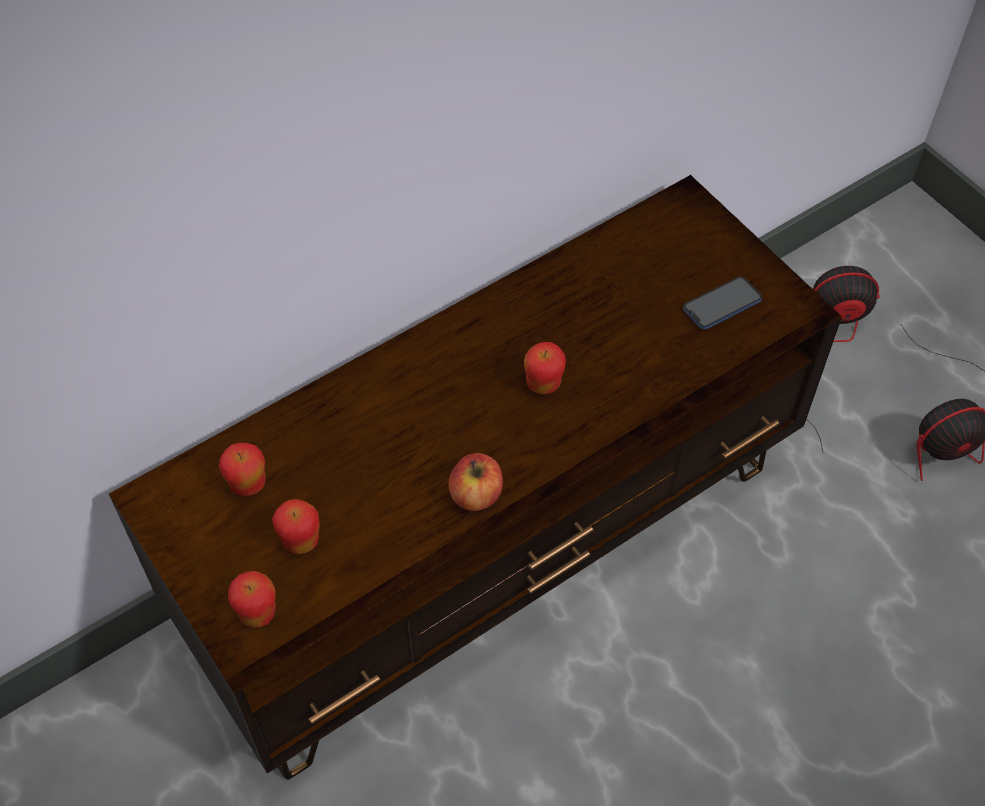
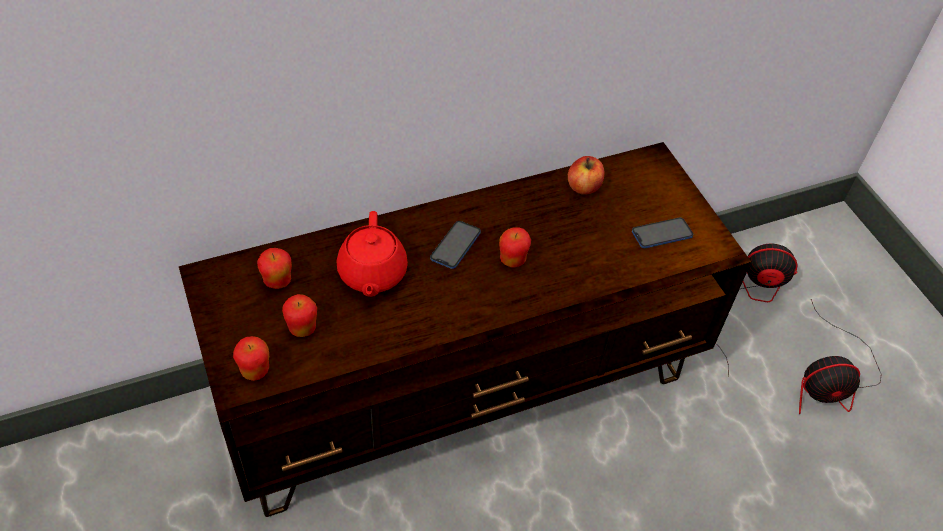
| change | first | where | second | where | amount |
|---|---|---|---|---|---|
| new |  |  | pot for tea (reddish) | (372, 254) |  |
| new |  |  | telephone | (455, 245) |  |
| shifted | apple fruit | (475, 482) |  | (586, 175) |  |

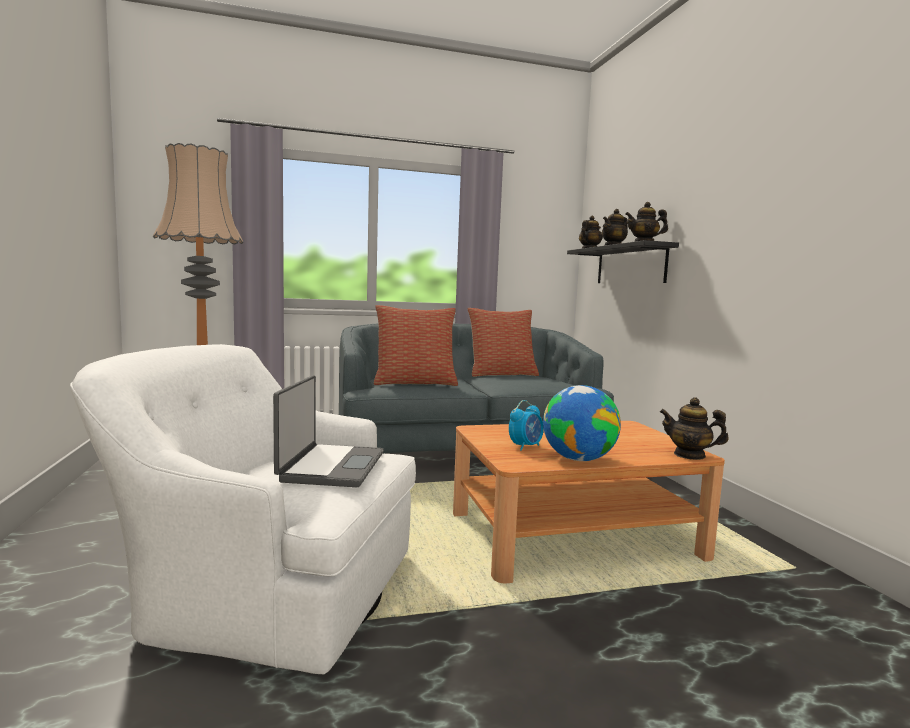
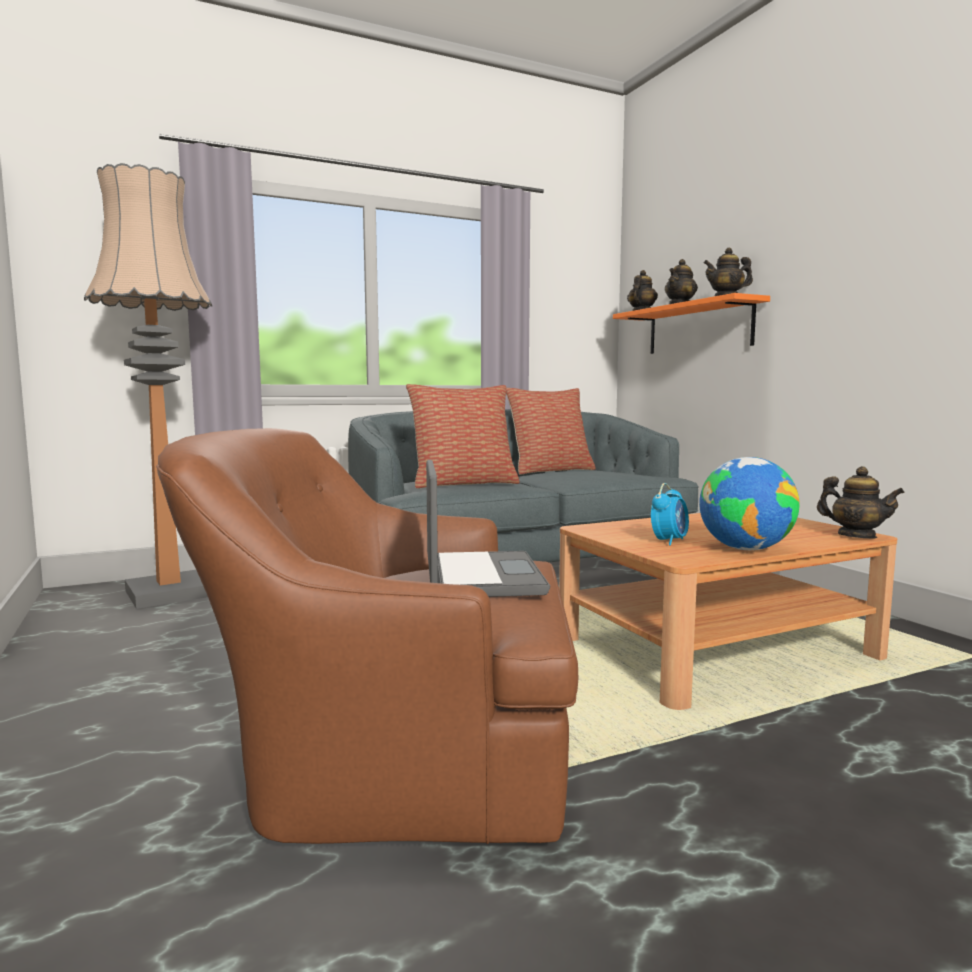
| change | first | where | second | where | amount |
|---|---|---|---|---|---|
| repainted | armchair (white) | (243, 509) | armchair (brownish) | (367, 636) |  |
| repainted | bracket shelf (blackish) | (623, 261) | bracket shelf (orange-coloured) | (691, 323) |  |
| rotated | pot for tea | (694, 428) |  | (860, 502) | 150 degrees counterclockwise |

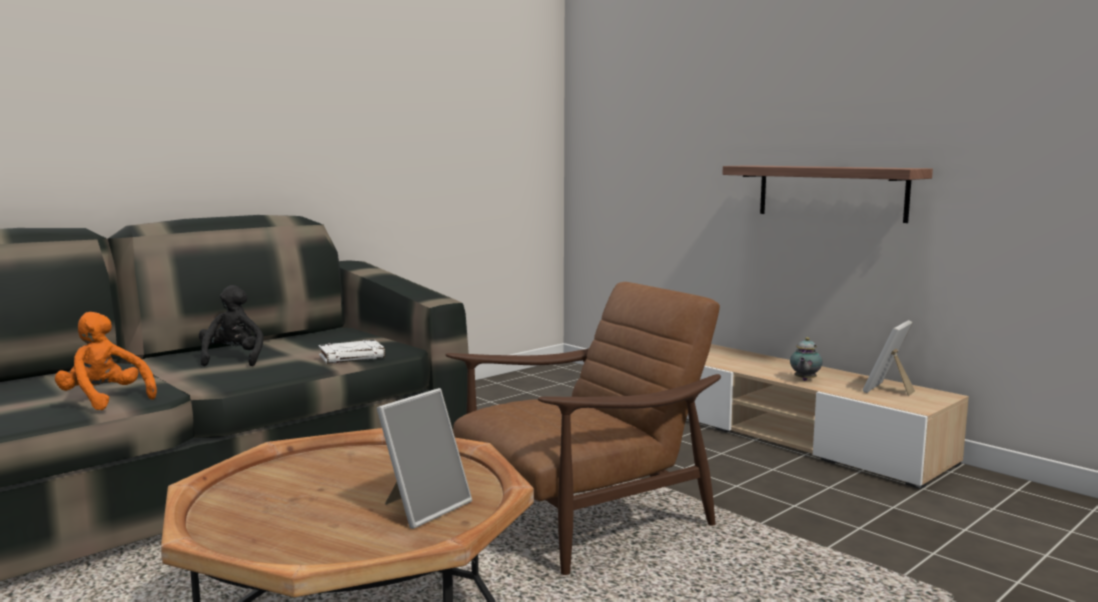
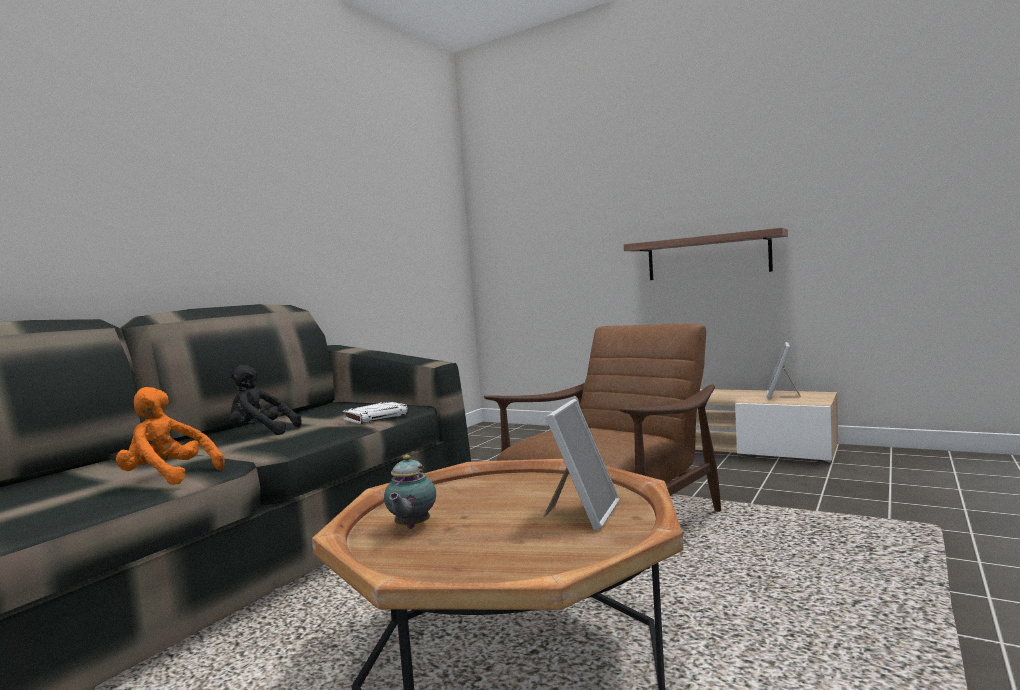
| change | first | where | second | where | amount |
|---|---|---|---|---|---|
| shifted | pot for tea | (806, 359) |  | (410, 492) |  |
| rotated | cuddly toy (blackish) | (231, 325) |  | (266, 400) | 60 degrees counterclockwise |

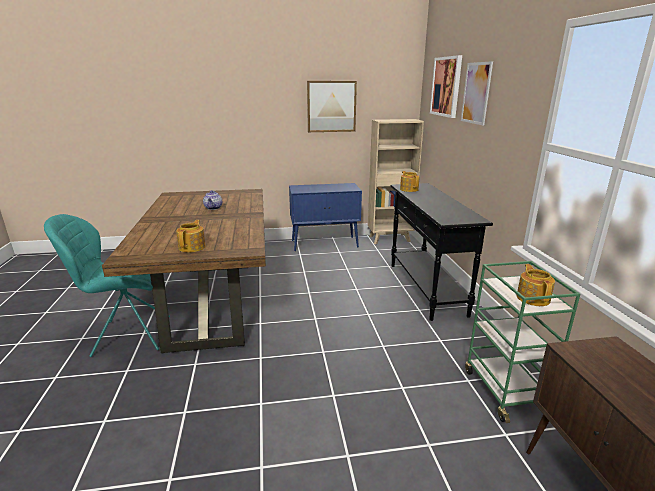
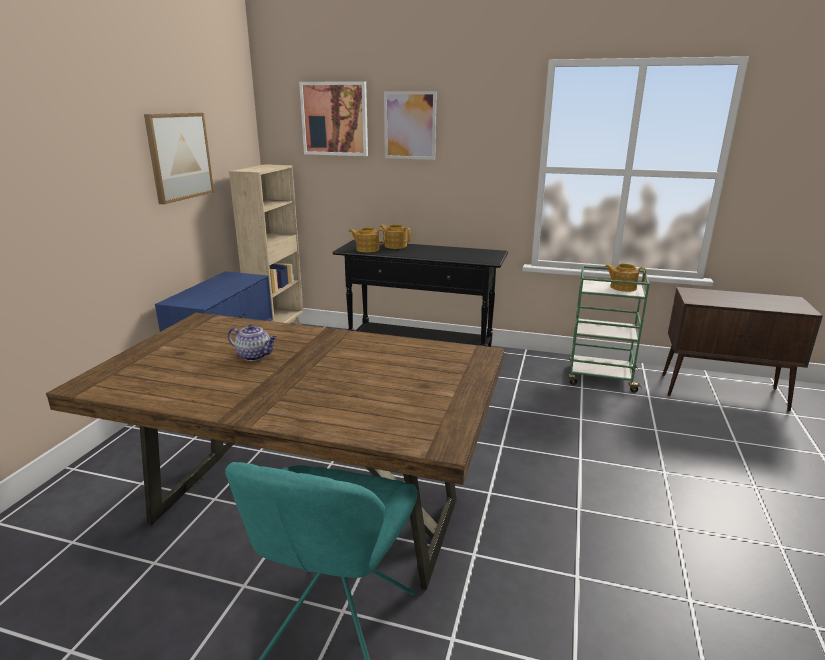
| change | first | where | second | where | amount |
|---|---|---|---|---|---|
| shifted | pot for tea | (191, 236) |  | (395, 236) |  |

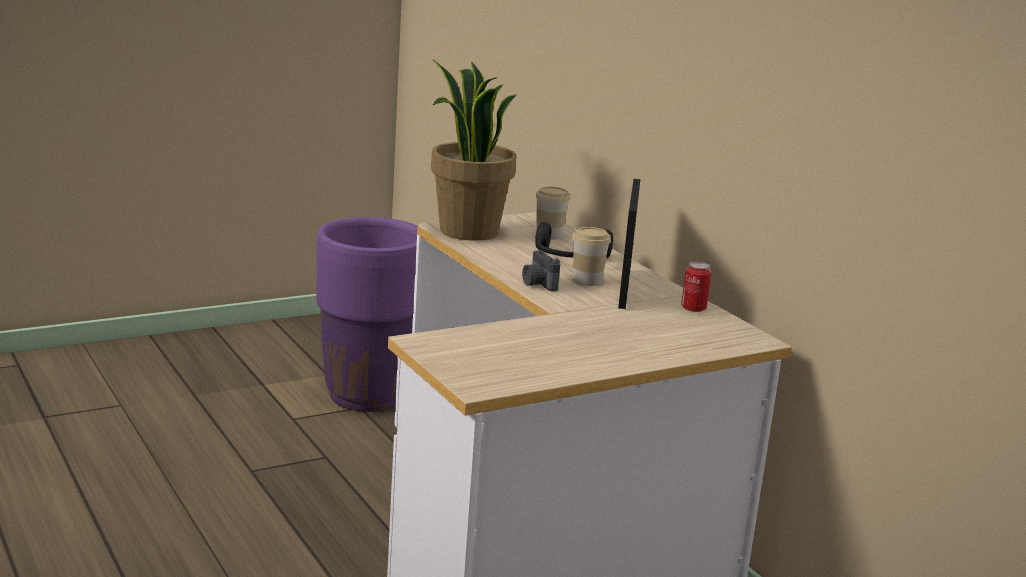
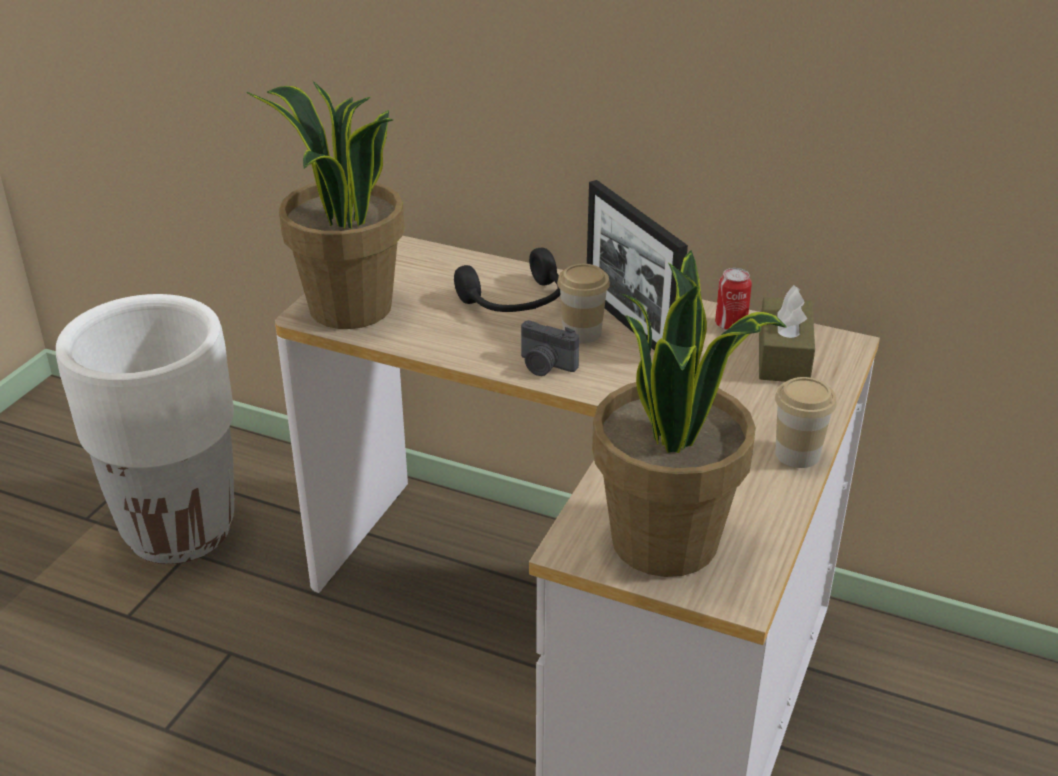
| change | first | where | second | where | amount |
|---|---|---|---|---|---|
| new |  |  | houseplant | (689, 413) |  |
| new |  |  | box of tissues (brownish) | (787, 333) |  |
| shifted | drinking cup | (553, 213) |  | (806, 422) |  |
| repainted | flower pot (purple) | (367, 314) | flower pot (white) | (145, 429) |  |

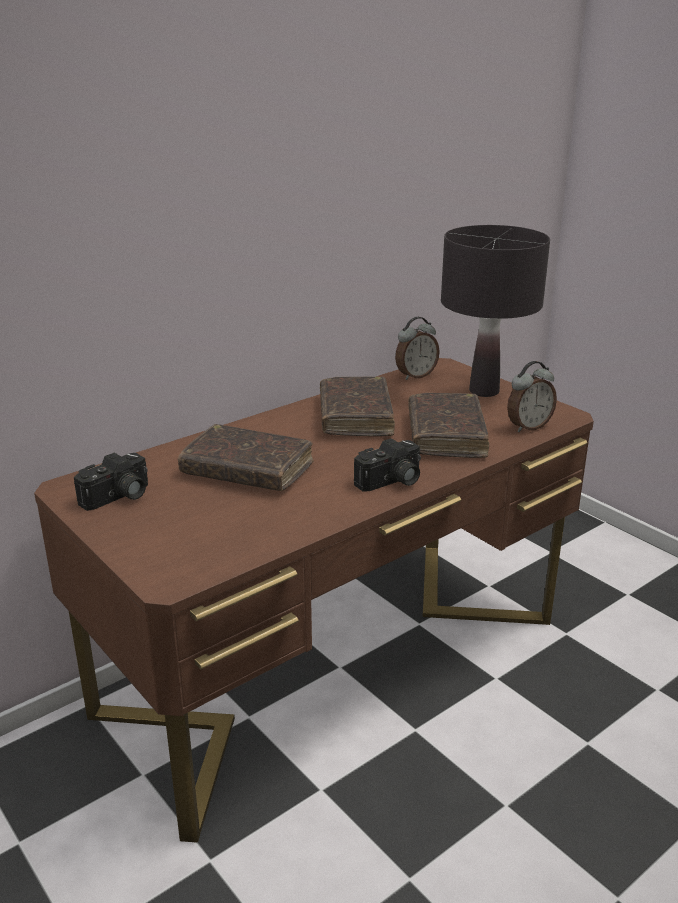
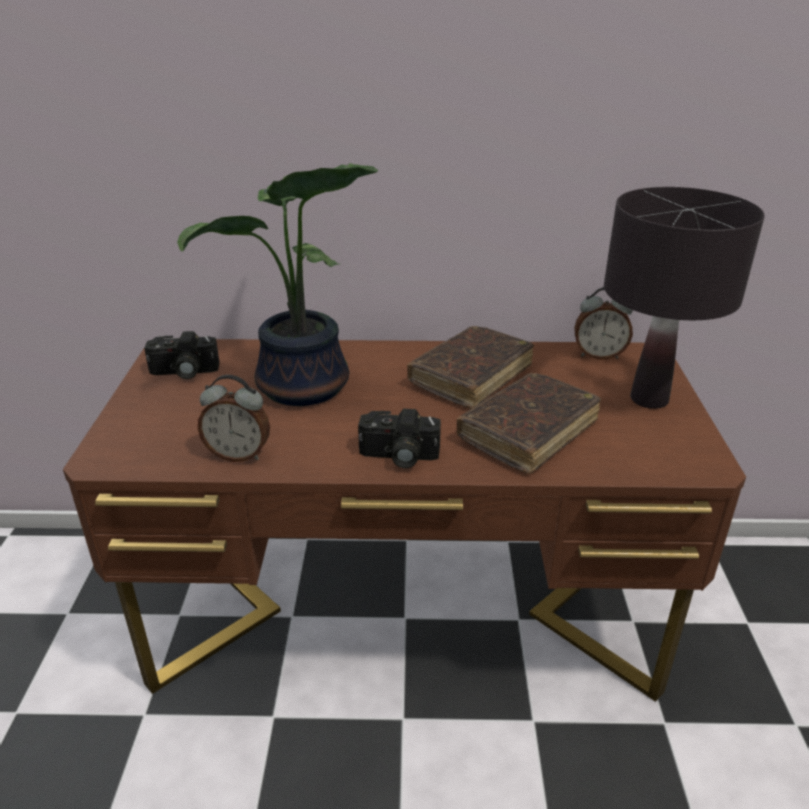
| change | first | where | second | where | amount |
|---|---|---|---|---|---|
| shifted | bedside clock | (532, 396) |  | (234, 418) |  |
| swapped | bound book (brownish) | (246, 457) | houseplant | (277, 284) |  |

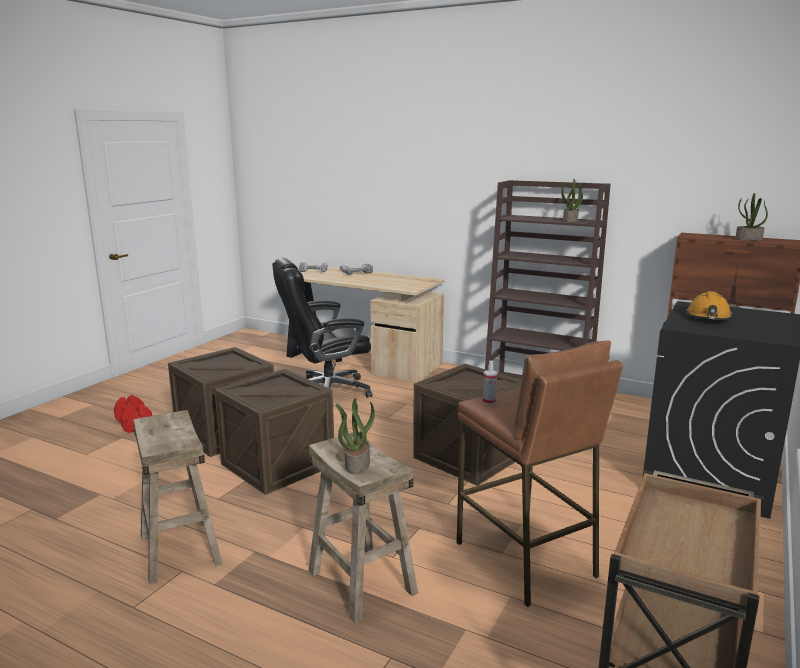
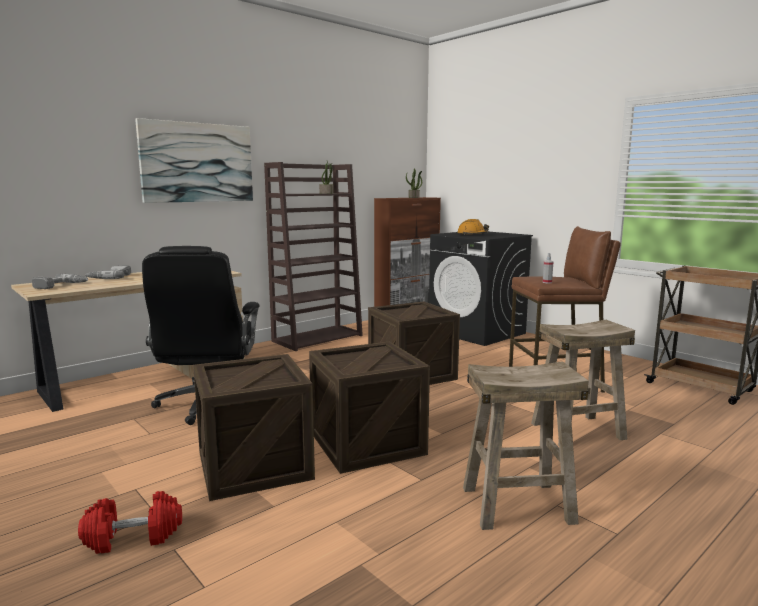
| change | first | where | second | where | amount |
|---|---|---|---|---|---|
| gone | houseplant | (355, 436) |  |  |  |
| new |  |  | wall picture | (194, 160) |  |

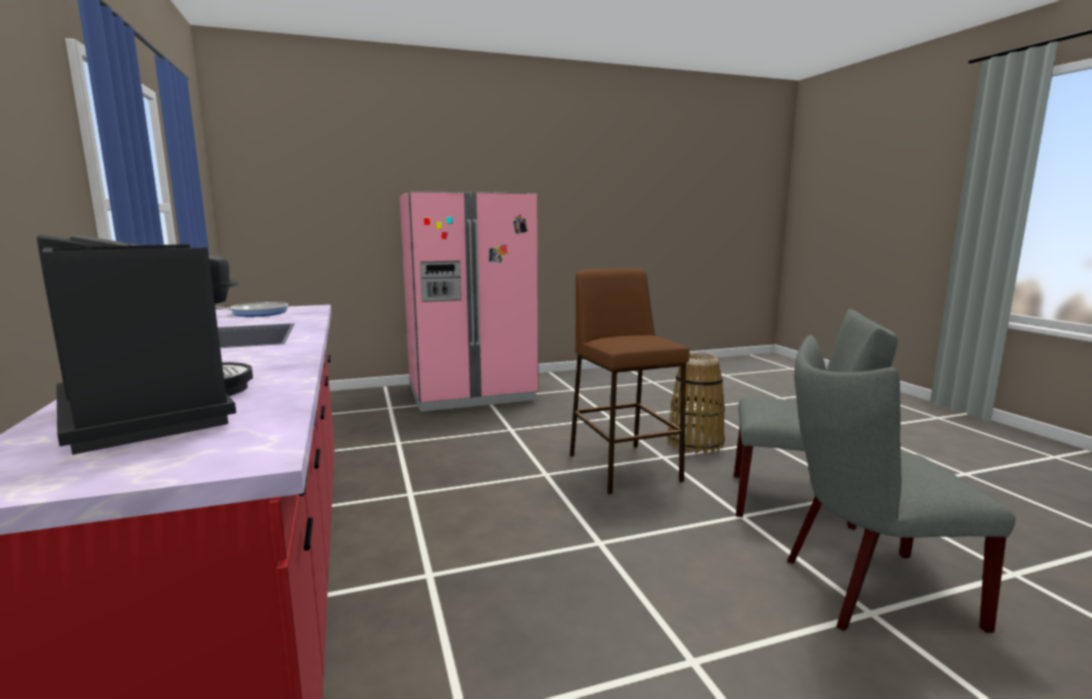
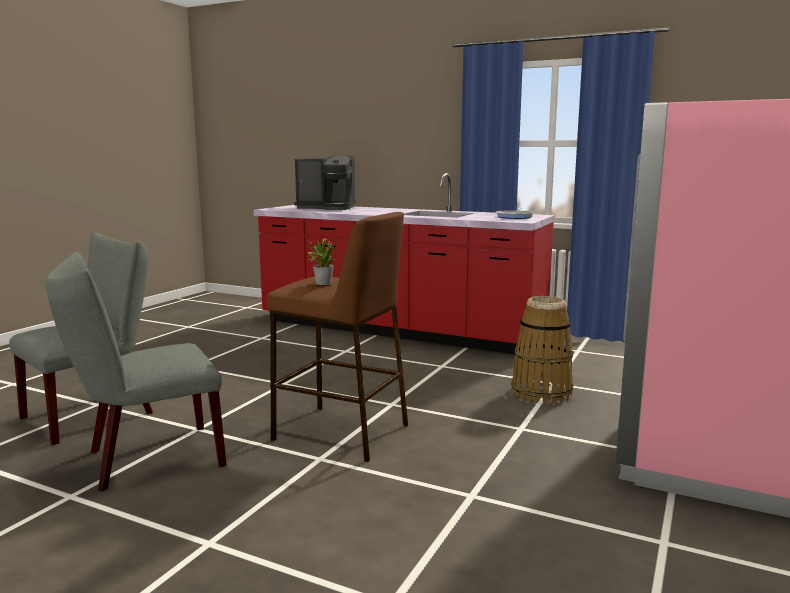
| change | first | where | second | where | amount |
|---|---|---|---|---|---|
| new |  |  | houseplant | (321, 261) |  |
| shifted | basket | (696, 403) |  | (542, 350) |  |

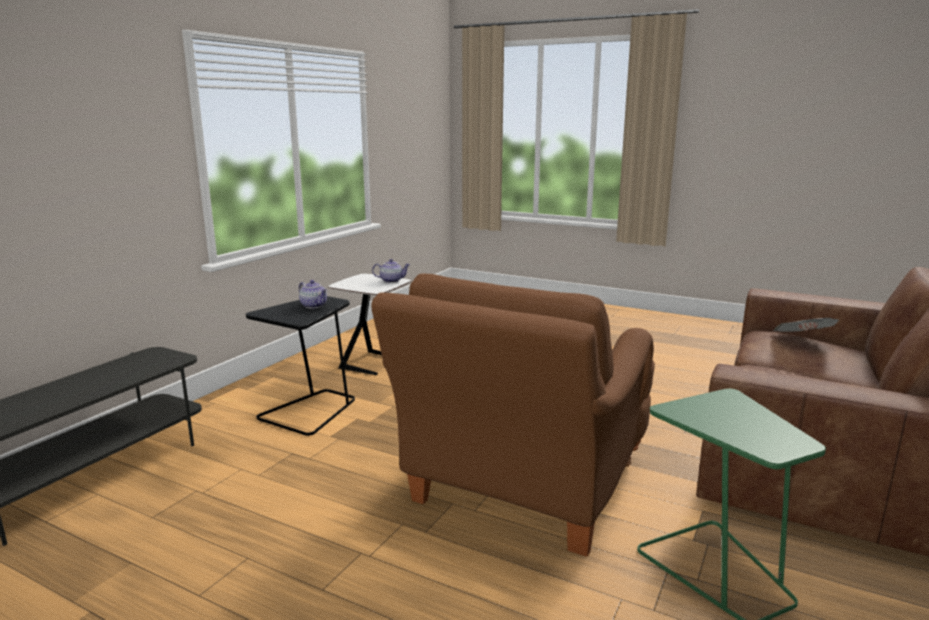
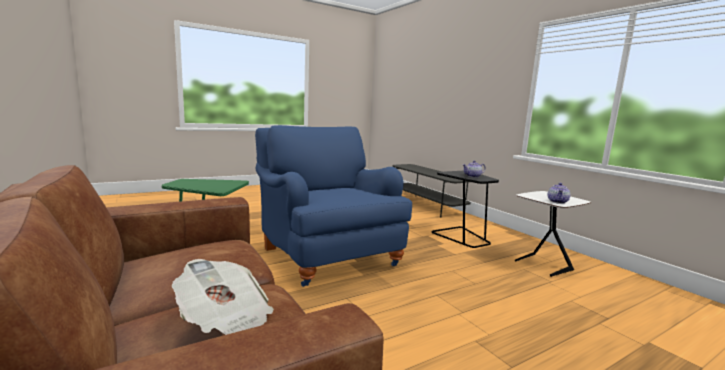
| change | first | where | second | where | amount |
|---|---|---|---|---|---|
| repainted | armchair (brownish) | (513, 415) | armchair (blue) | (333, 206) |  |

